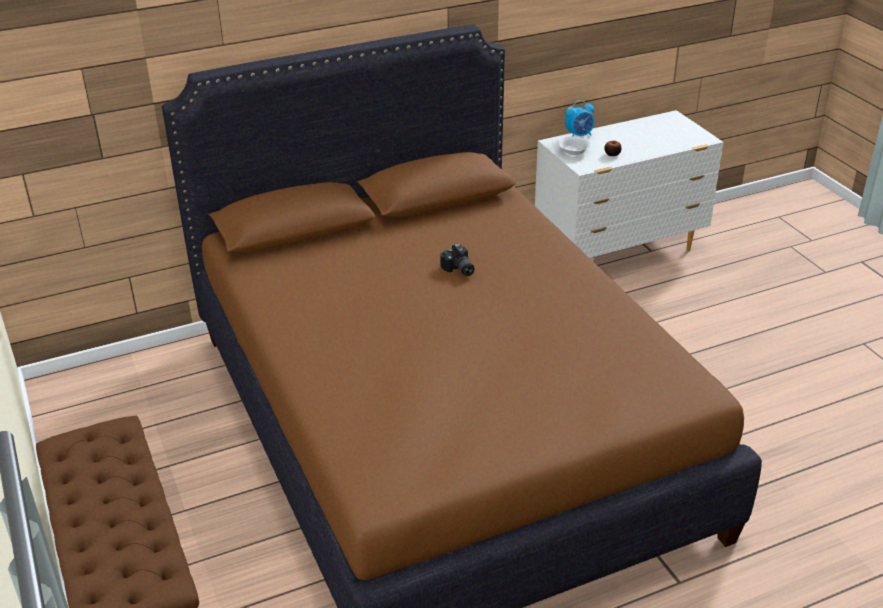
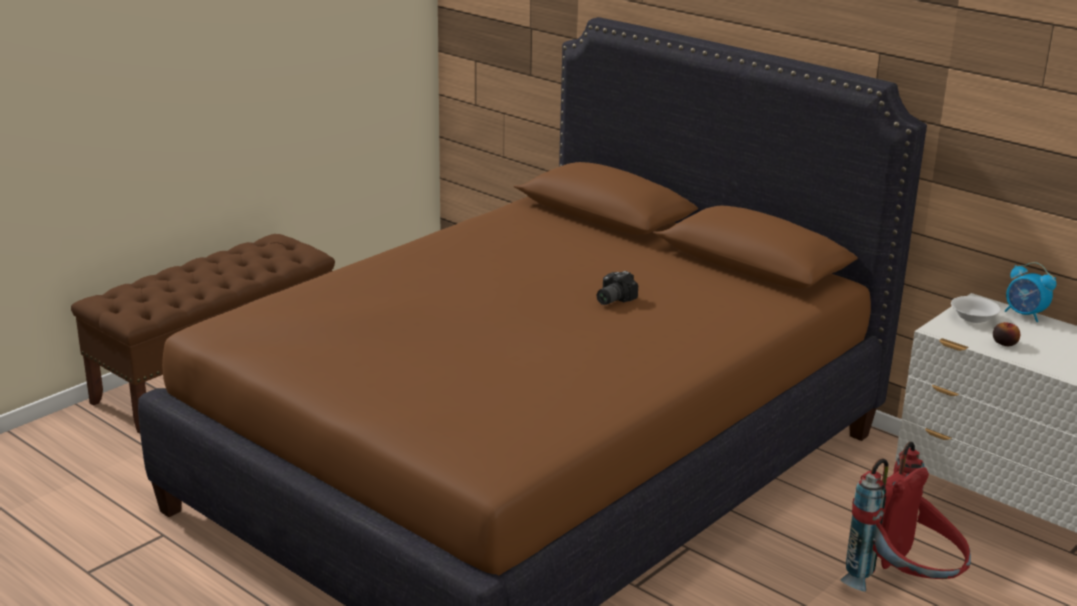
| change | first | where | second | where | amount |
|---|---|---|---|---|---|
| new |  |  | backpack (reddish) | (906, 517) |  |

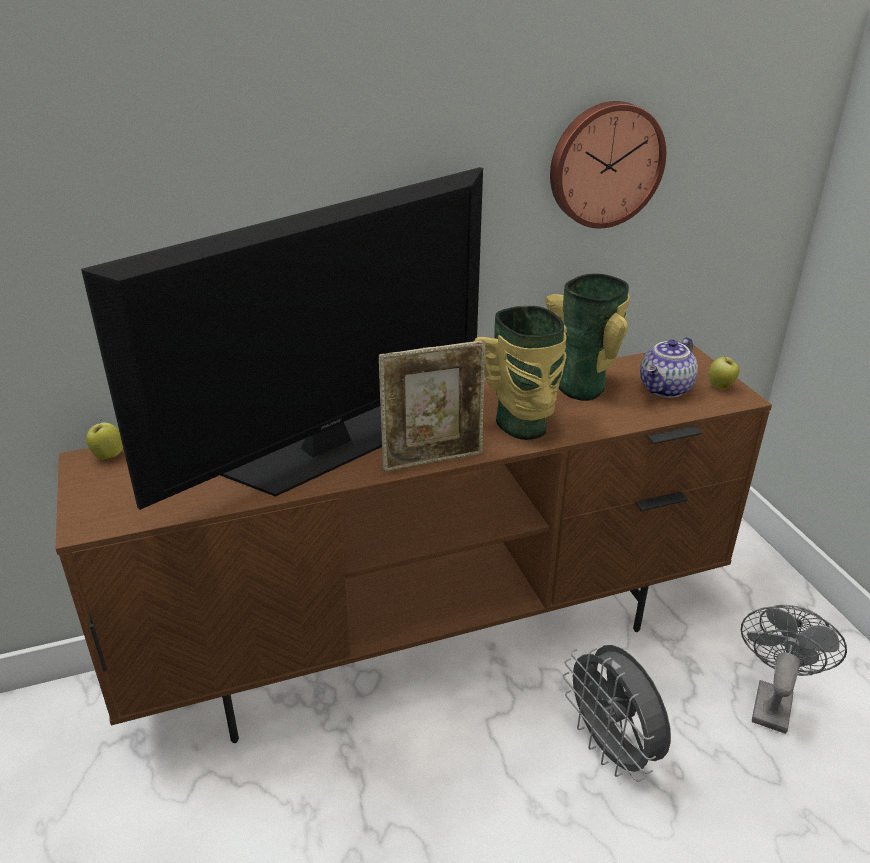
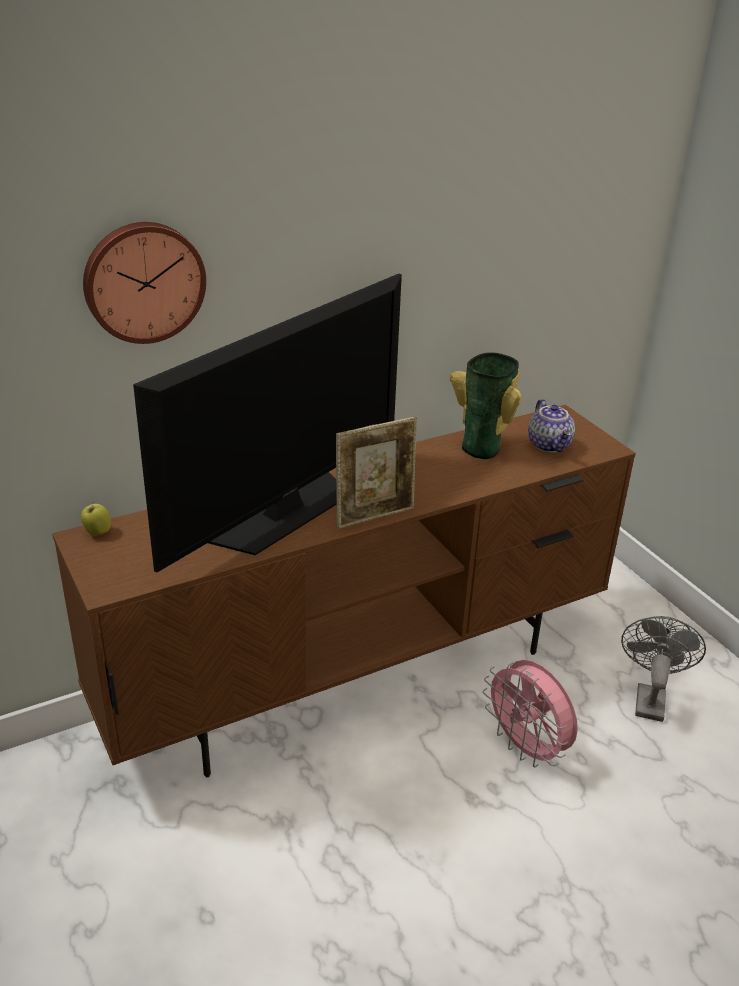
| change | first | where | second | where | amount |
|---|---|---|---|---|---|
| gone | vase | (520, 373) |  |  |  |
| gone | apple fruit | (723, 372) |  |  |  |
| shifted | wall clock | (608, 164) |  | (144, 283) |  |
| repainted | electric fan (greyish) | (617, 713) | electric fan (pink) | (530, 713) |  |
| rotated | pot for tea | (669, 367) |  | (551, 426) | 45 degrees counterclockwise |

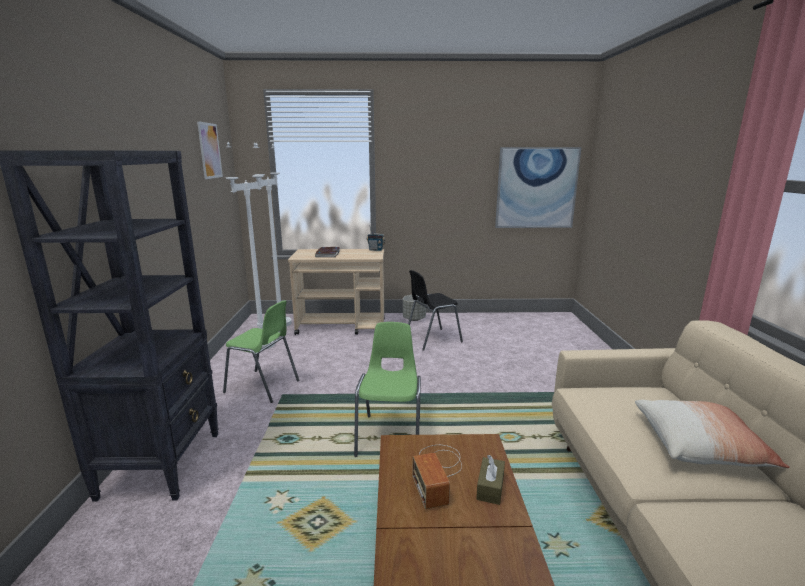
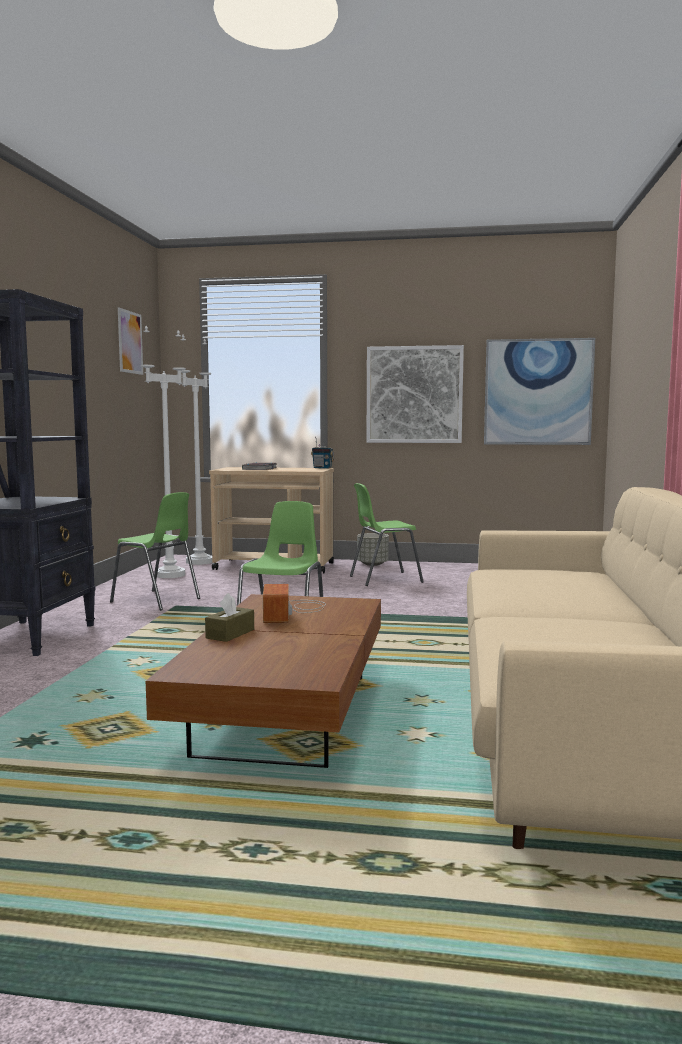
| change | first | where | second | where | amount |
|---|---|---|---|---|---|
| gone | pillow | (712, 434) |  |  |  |
| new |  |  | wall picture | (415, 394) |  |
| shifted | box of tissues (brownish) | (490, 480) |  | (229, 617) |  |
| repainted | upright chair (blackish) | (435, 310) | upright chair (green) | (387, 534) |  |

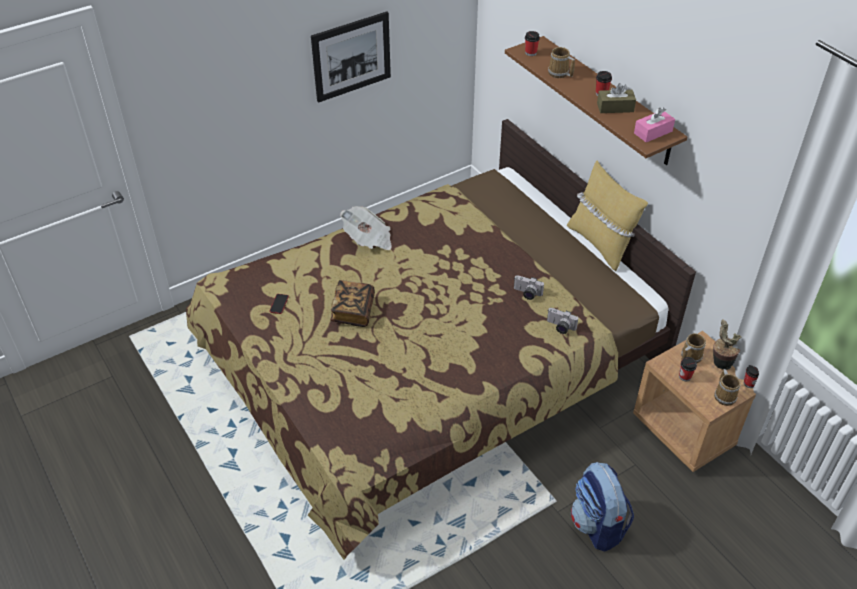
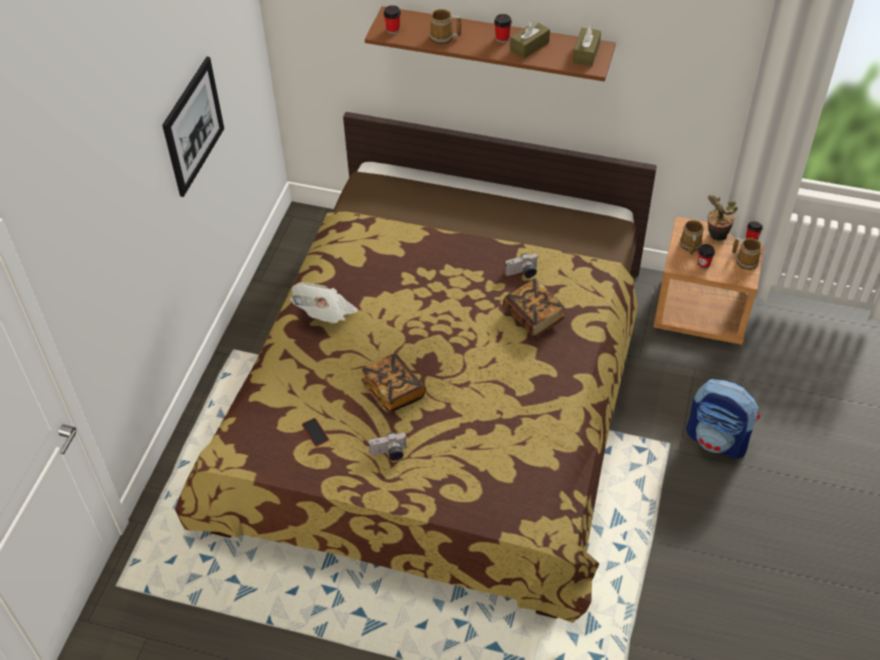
| change | first | where | second | where | amount |
|---|---|---|---|---|---|
| gone | pillow (yellow-coloured) | (607, 216) |  |  |  |
| new |  |  | bound book | (534, 308) |  |
| shifted | photo camera | (562, 321) |  | (388, 446) |  |
| repainted | box of tissues (pink) | (654, 124) | box of tissues (brownish) | (587, 45) |  |

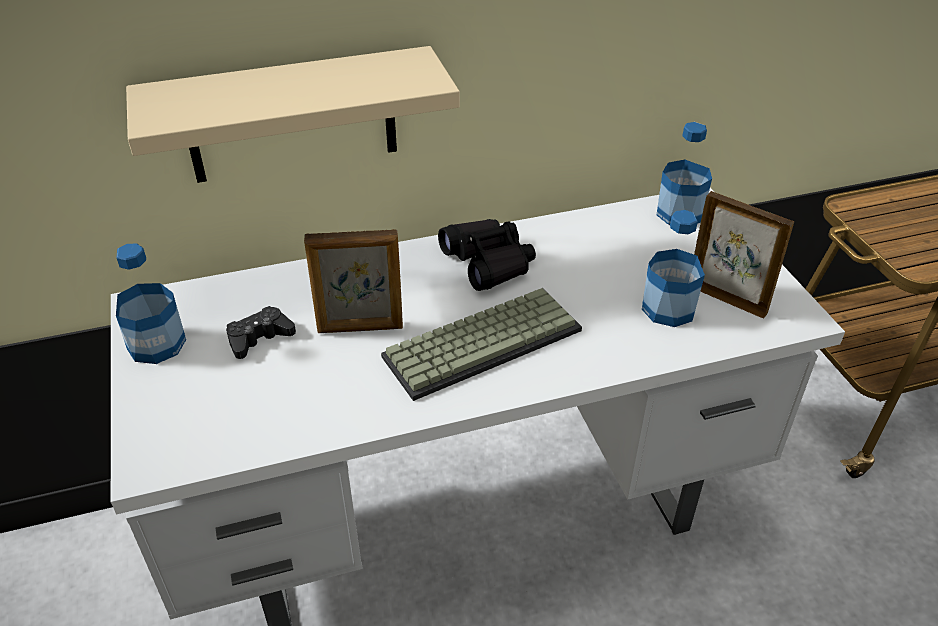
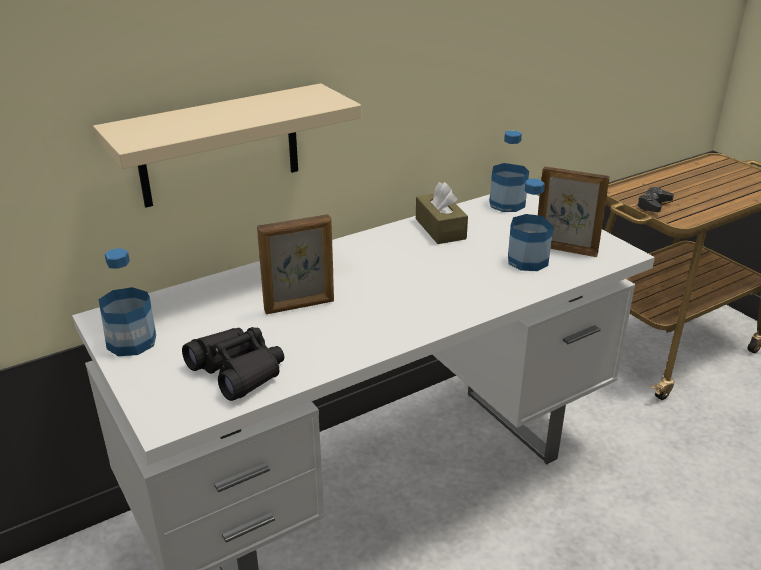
| change | first | where | second | where | amount |
|---|---|---|---|---|---|
| gone | computer keyboard | (481, 344) |  |  |  |
| new |  |  | box of tissues (brownish) | (442, 213) |  |
| shifted | game controller (blackish) | (261, 332) |  | (655, 199) |  |
| shifted | field glasses (blackish) | (487, 255) |  | (233, 364) |  |

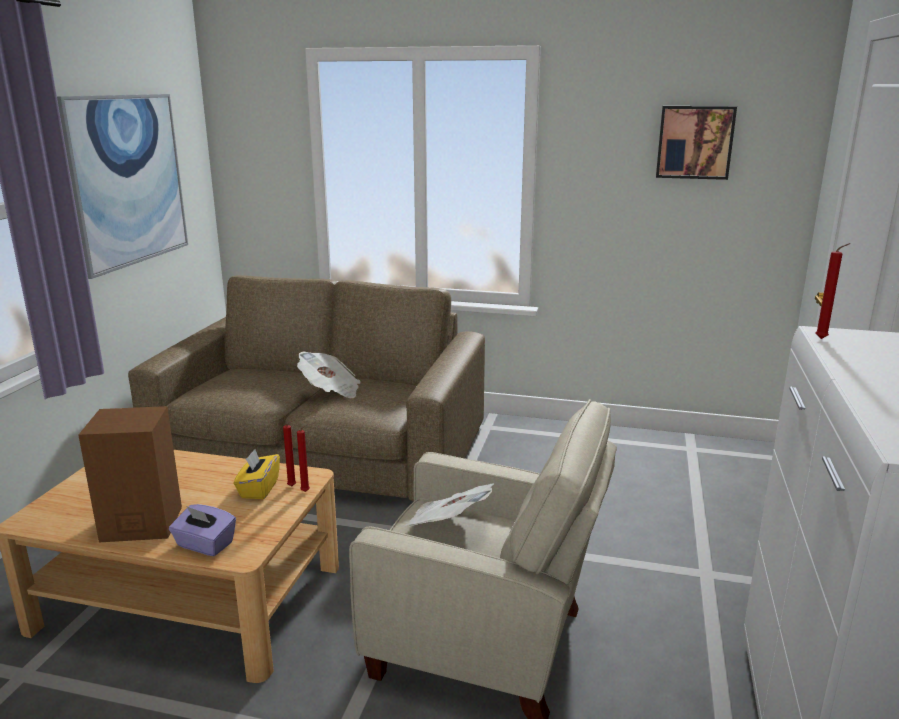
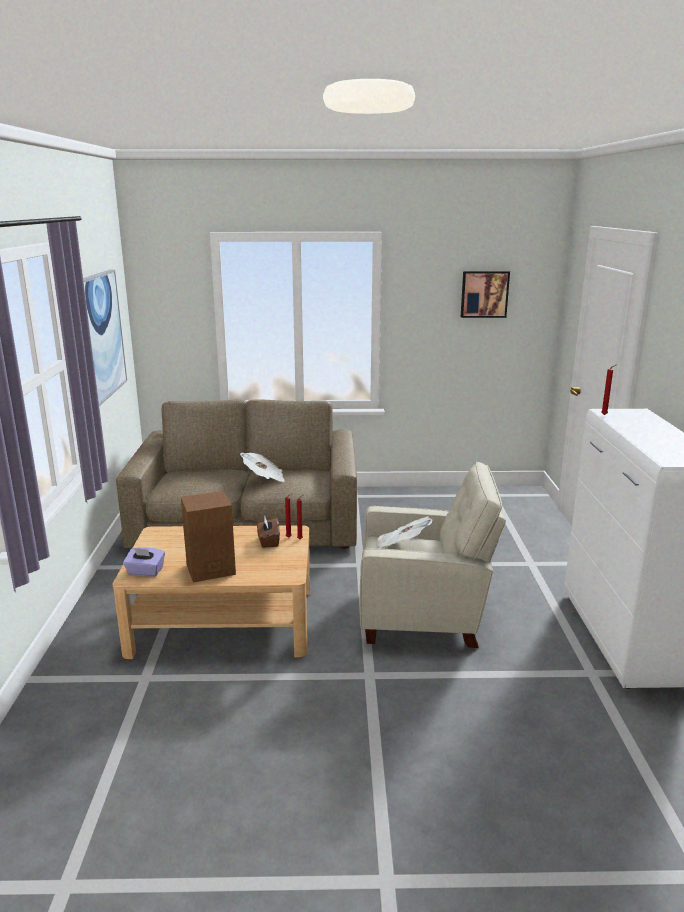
| change | first | where | second | where | amount |
|---|---|---|---|---|---|
| shifted | box of tissues (purple) | (202, 530) |  | (144, 561) |  |
| repainted | box of tissues (yellow-coloured) | (257, 474) | box of tissues (brownish) | (268, 531) |  |

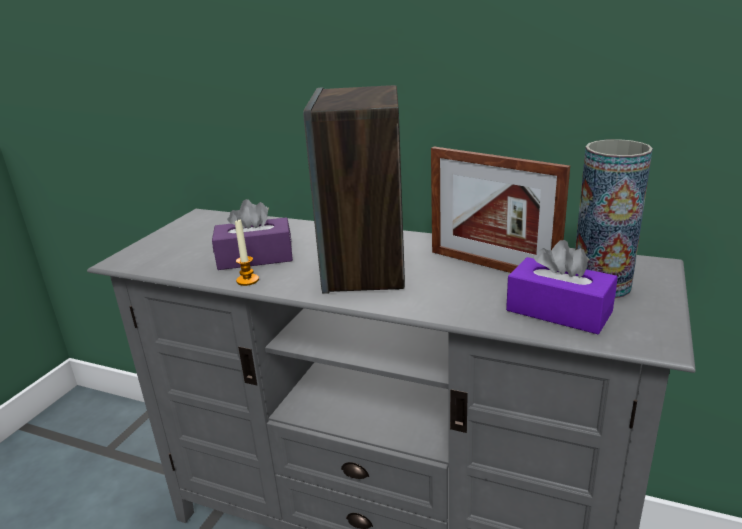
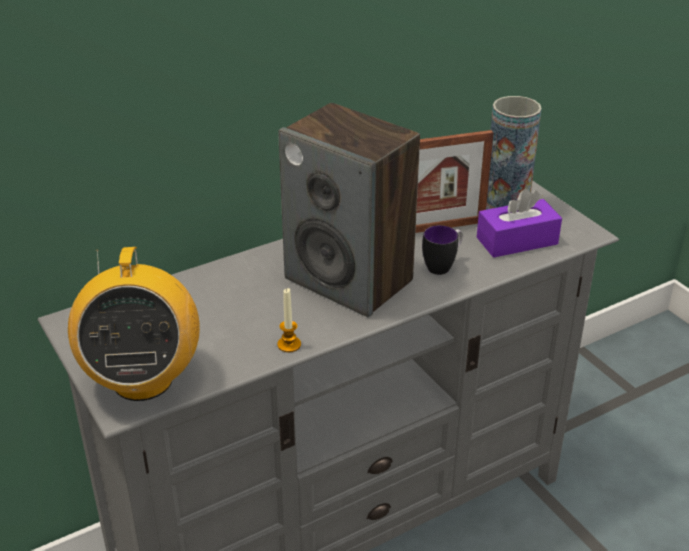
| change | first | where | second | where | amount |
|---|---|---|---|---|---|
| gone | box of tissues (purple) | (252, 234) |  |  |  |
| new |  |  | radio receiver | (134, 324) |  |
| new |  |  | tea mug | (442, 250) |  |

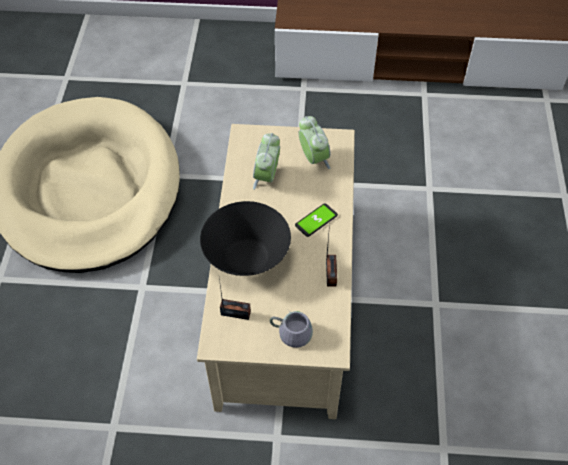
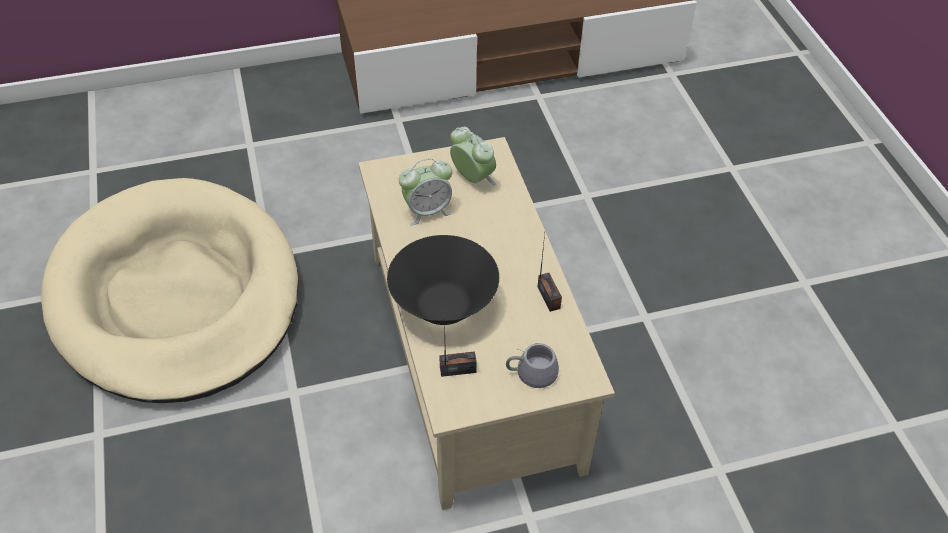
| change | first | where | second | where | amount |
|---|---|---|---|---|---|
| gone | telephone | (316, 220) |  |  |  |
| rotated | bedside clock | (266, 161) |  | (426, 191) | 105 degrees counterclockwise |

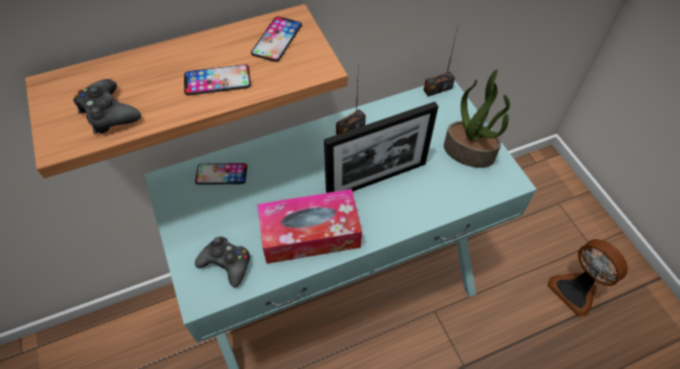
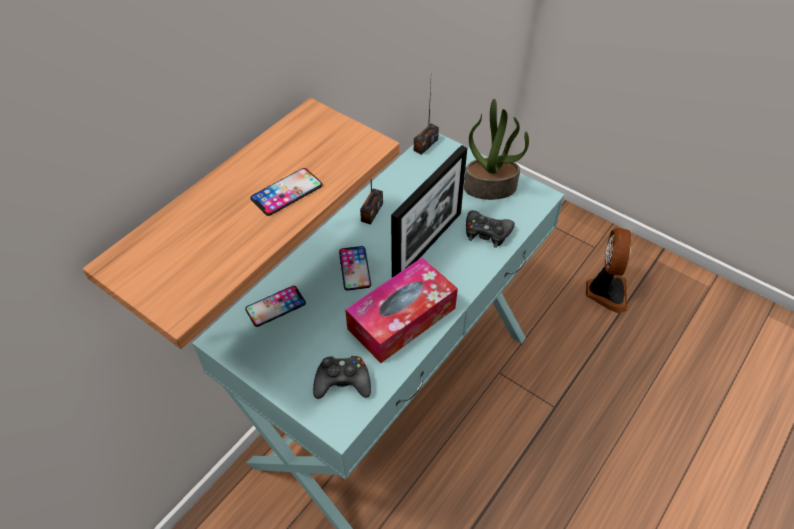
| change | first | where | second | where | amount |
|---|---|---|---|---|---|
| shifted | game controller (blackish) | (107, 106) |  | (490, 229) |  |
| shifted | telephone | (276, 39) |  | (355, 268) |  |
| rotated | electric fan | (587, 277) |  | (608, 270) | 105 degrees counterclockwise |

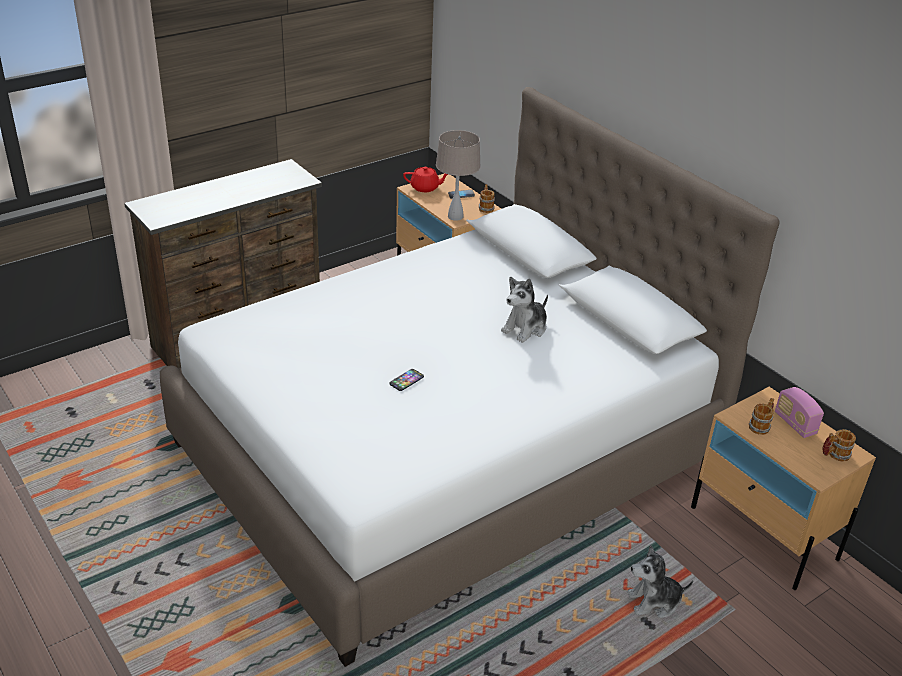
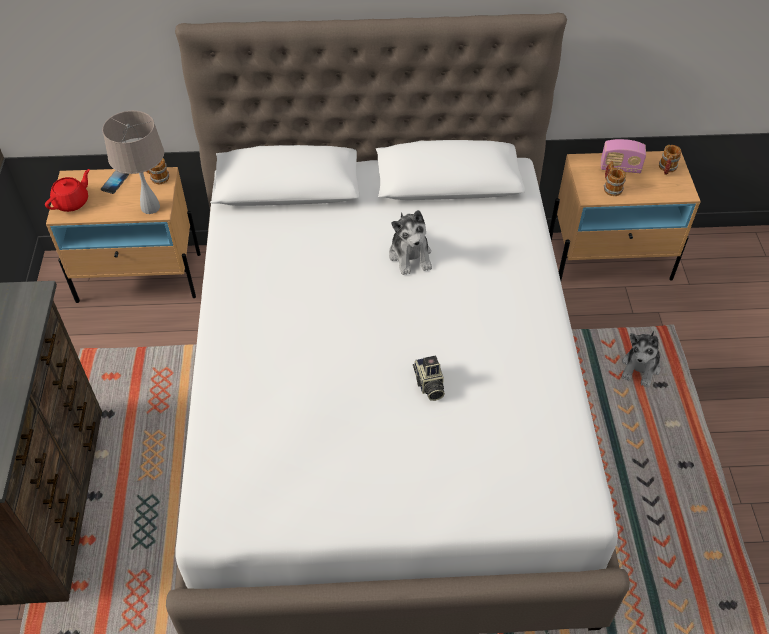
| change | first | where | second | where | amount |
|---|---|---|---|---|---|
| swapped | telephone | (406, 380) | photo camera | (429, 378) |  |

